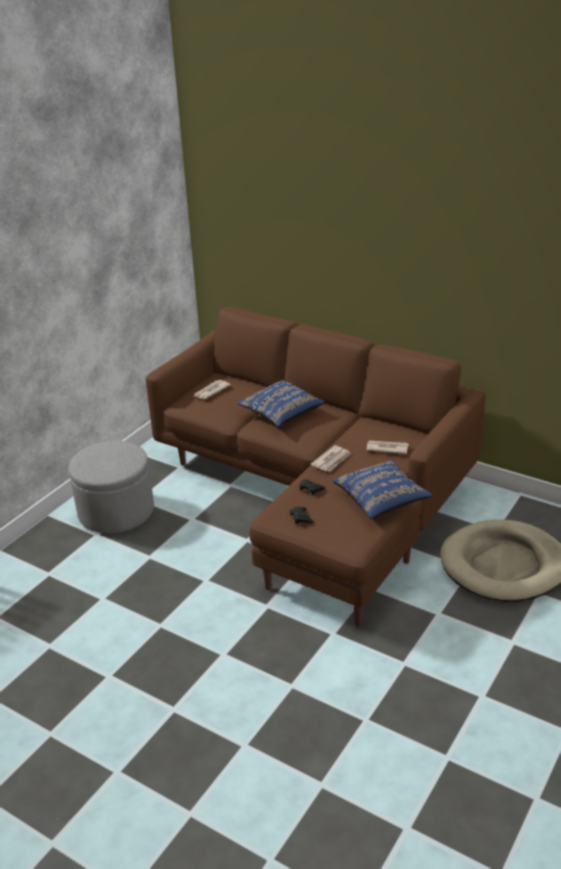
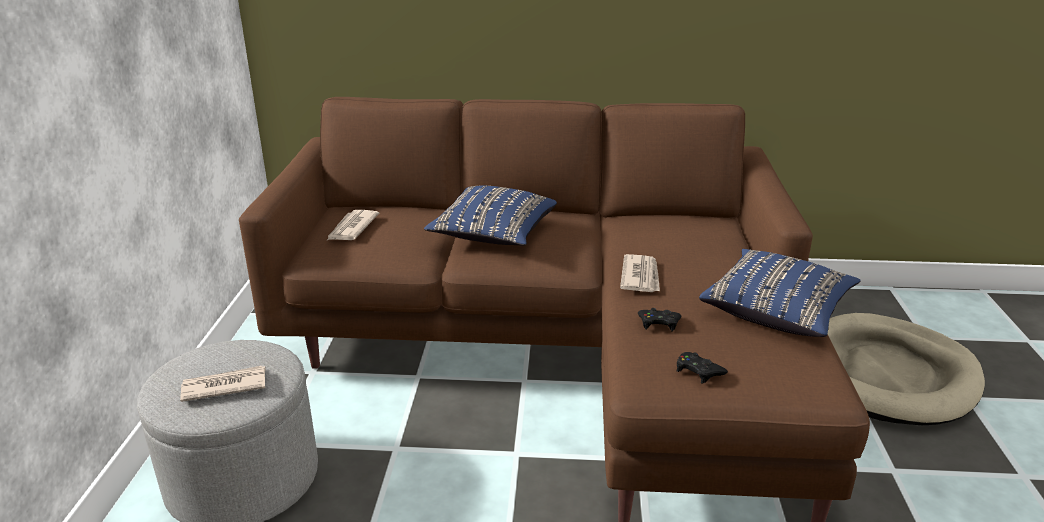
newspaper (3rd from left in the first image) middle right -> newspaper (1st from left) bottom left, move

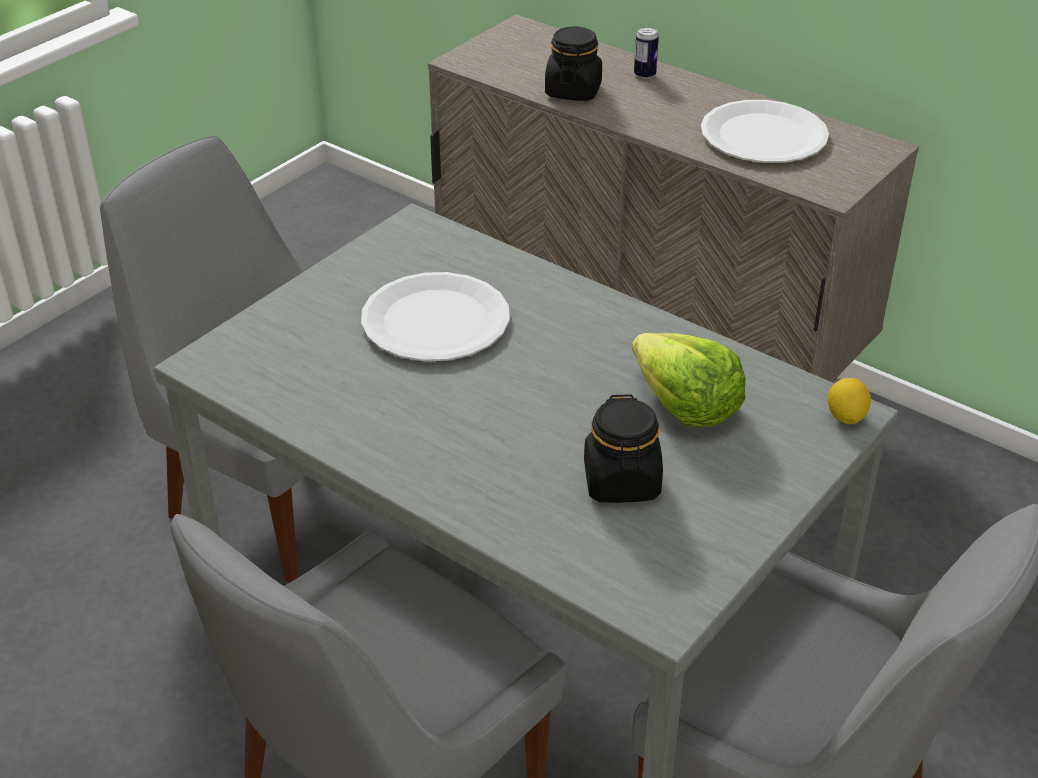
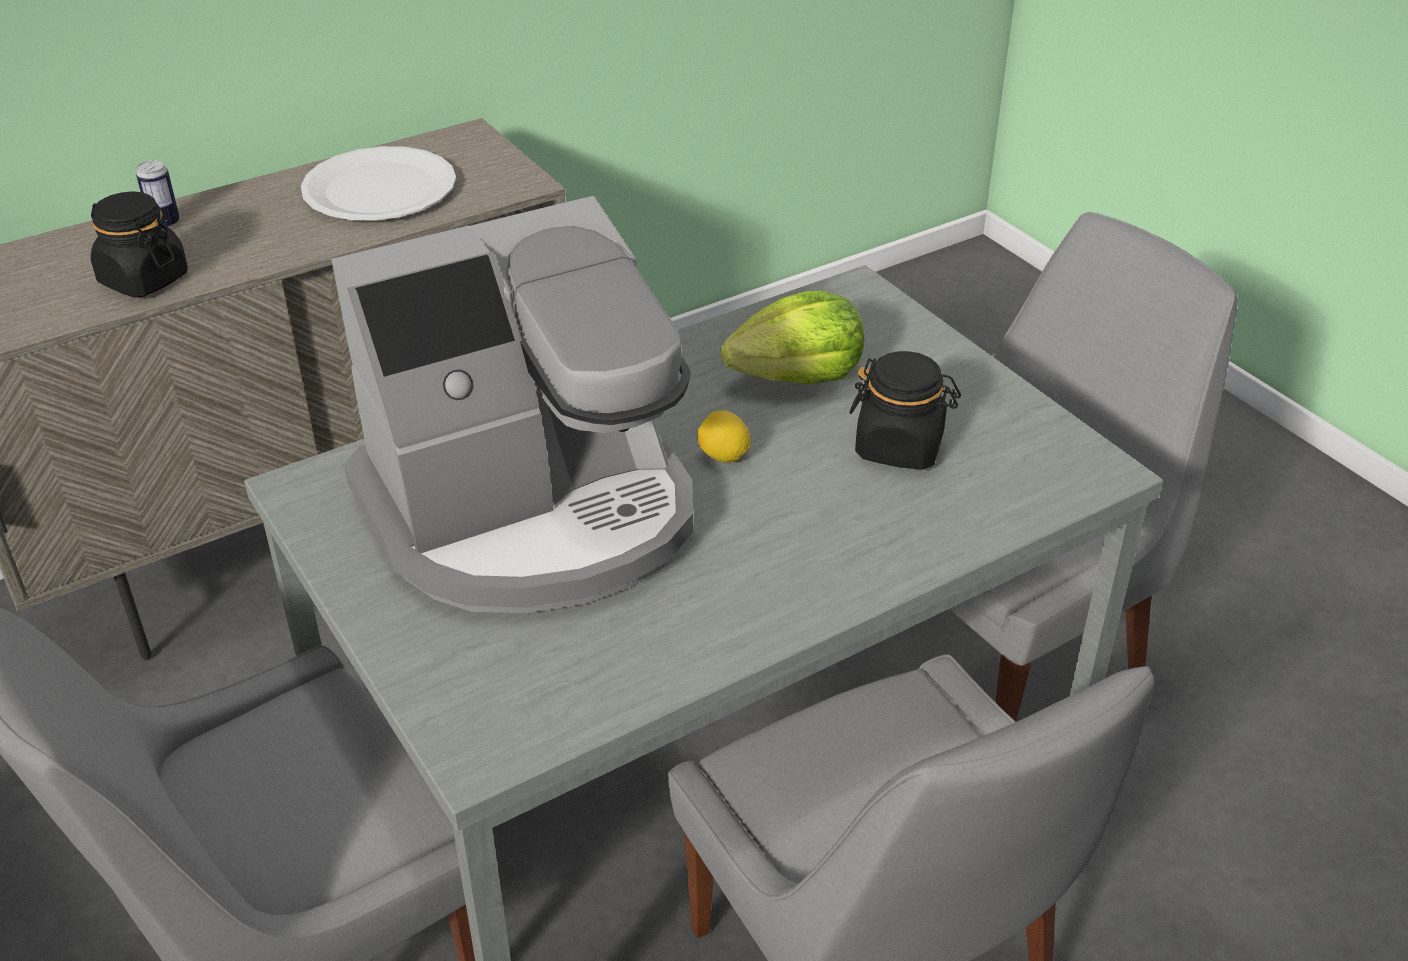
lemon middle right -> lemon centre, move
white plate (1st from left) centre -> coffee machine centre

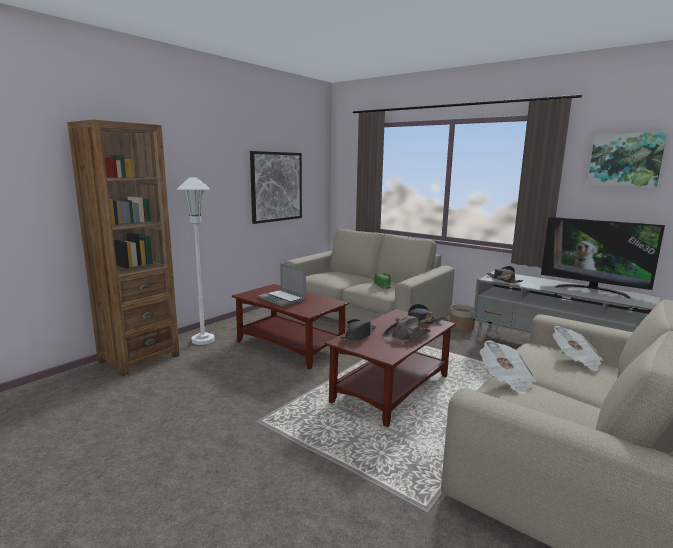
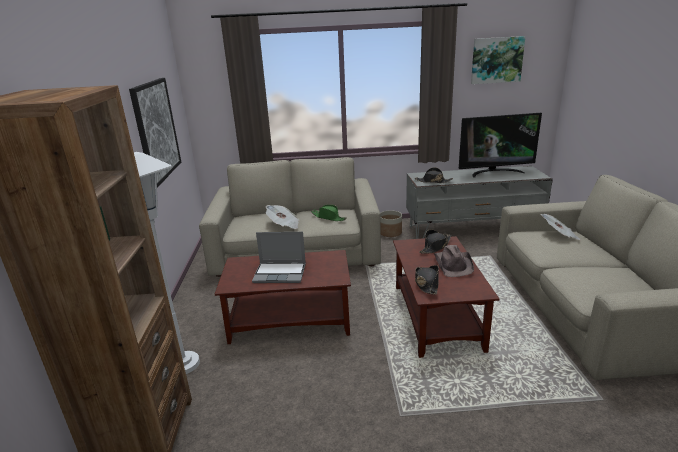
newspaper (1st from left) bottom right -> newspaper (1st from left) centre, move

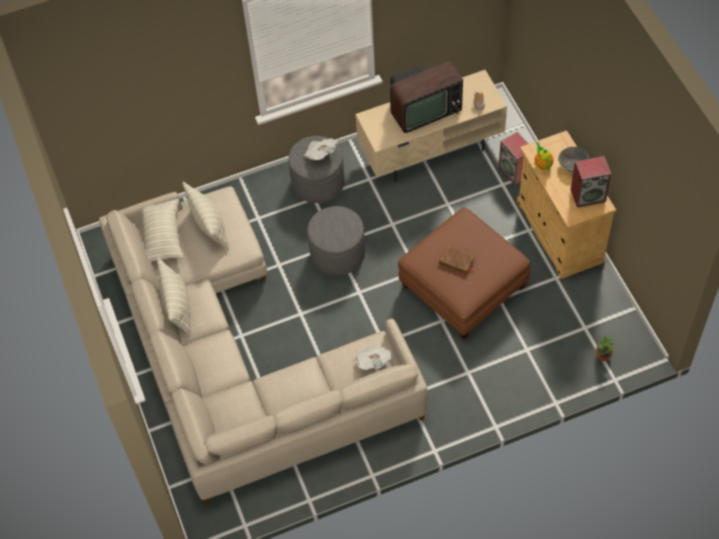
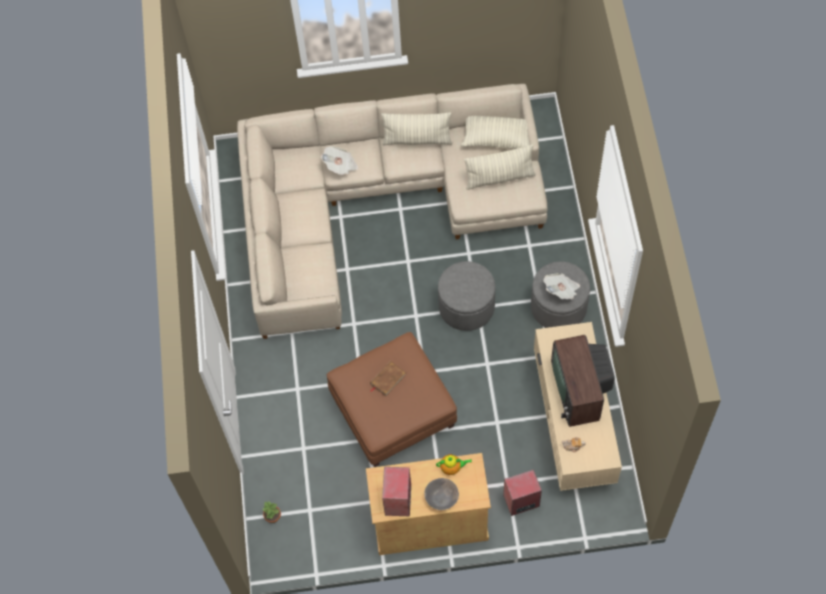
newspaper (2nd from left in the first image) centre -> newspaper (1st from left) top centre, move

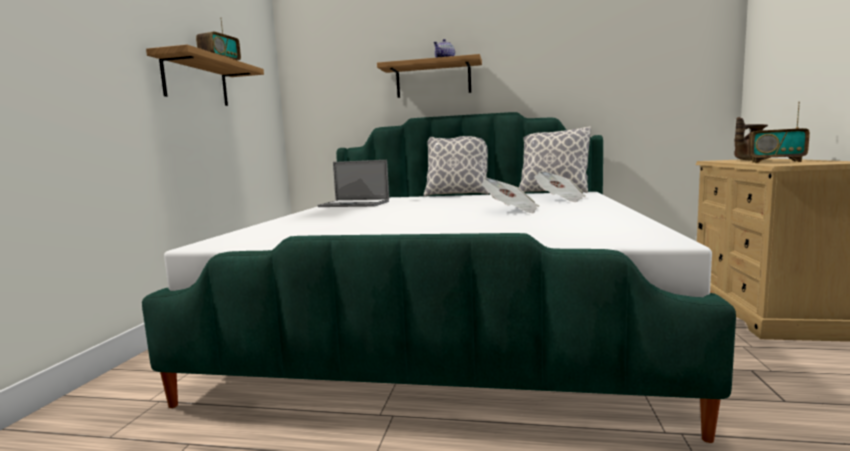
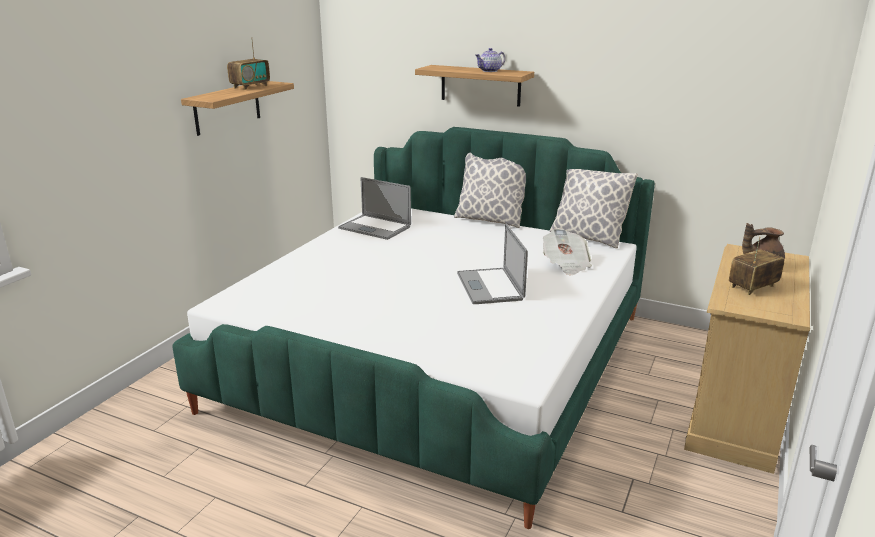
newspaper (1st from left) centre -> laptop (2nd from left) centre
radio (2nd from left) top right -> radio (2nd from left) middle right, 105 degrees clockwise

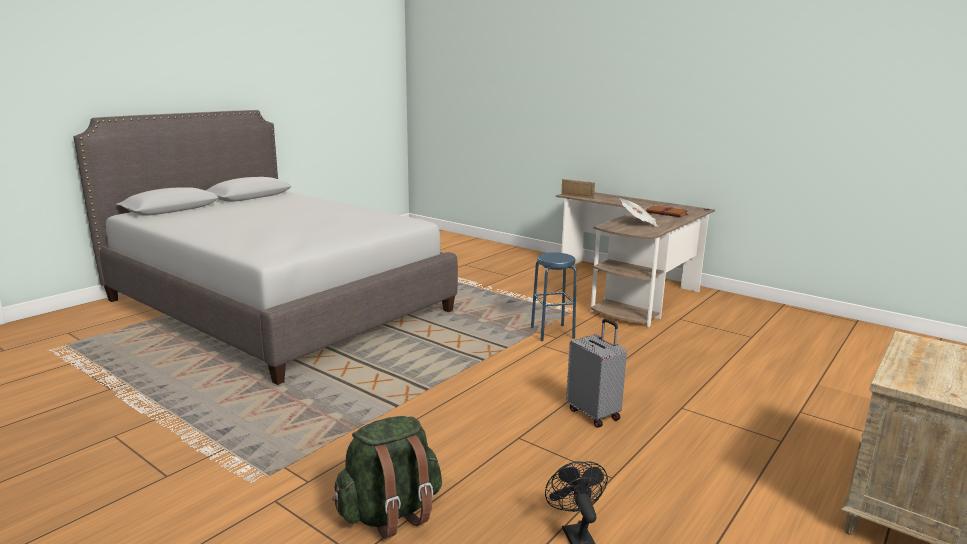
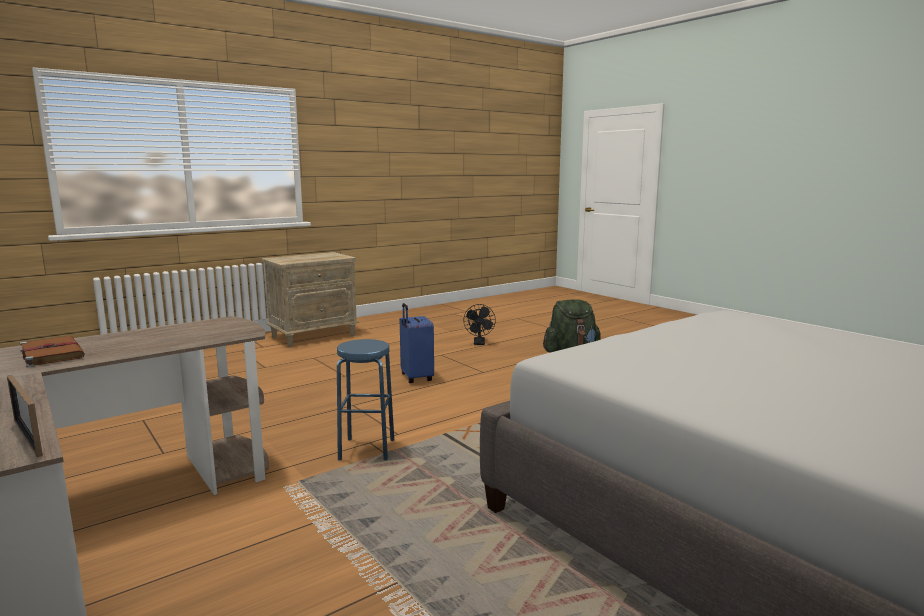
newspaper centre -> none
grey suitcase bottom centre -> blue suitcase centre

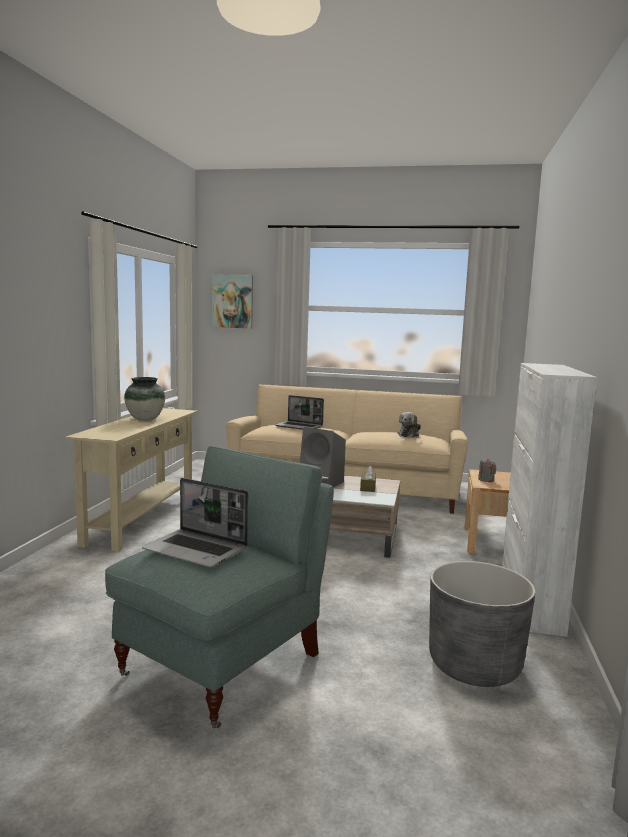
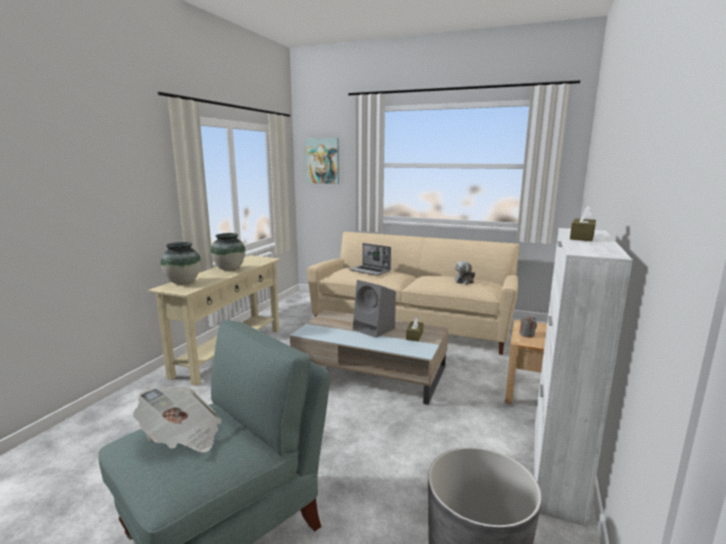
none -> vase (1st from left) middle left
none -> brown tissue box (2nd from left) middle right
laptop (1st from left) middle left -> newspaper bottom left

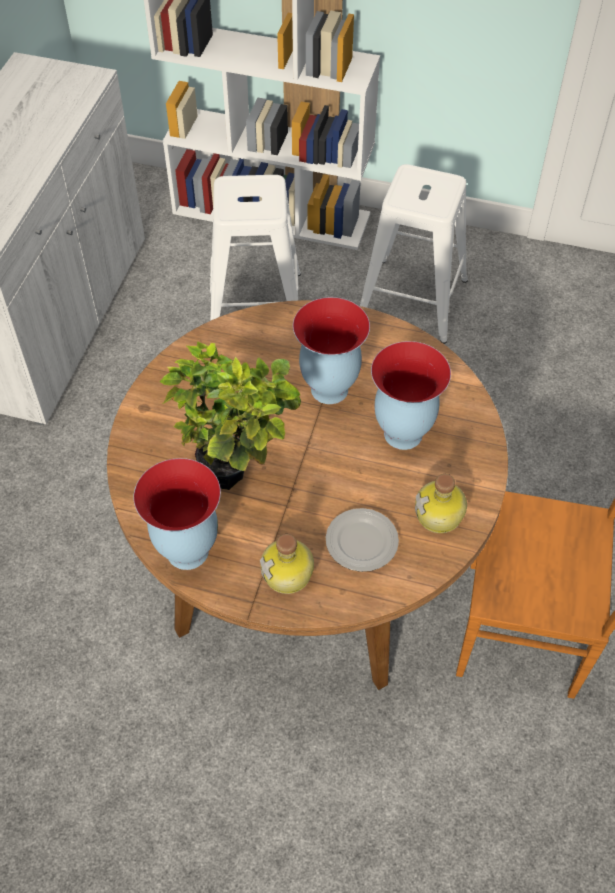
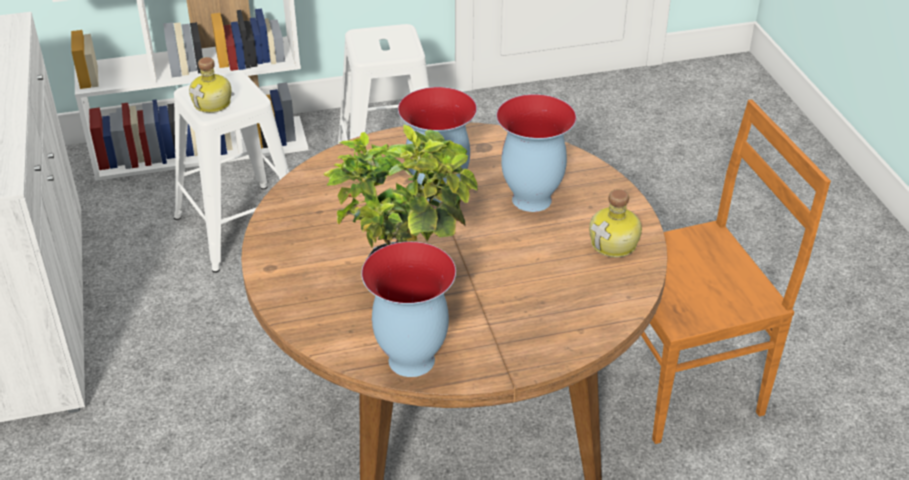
plate centre -> none
bottle (1st from left) centre -> bottle (1st from left) top left, move

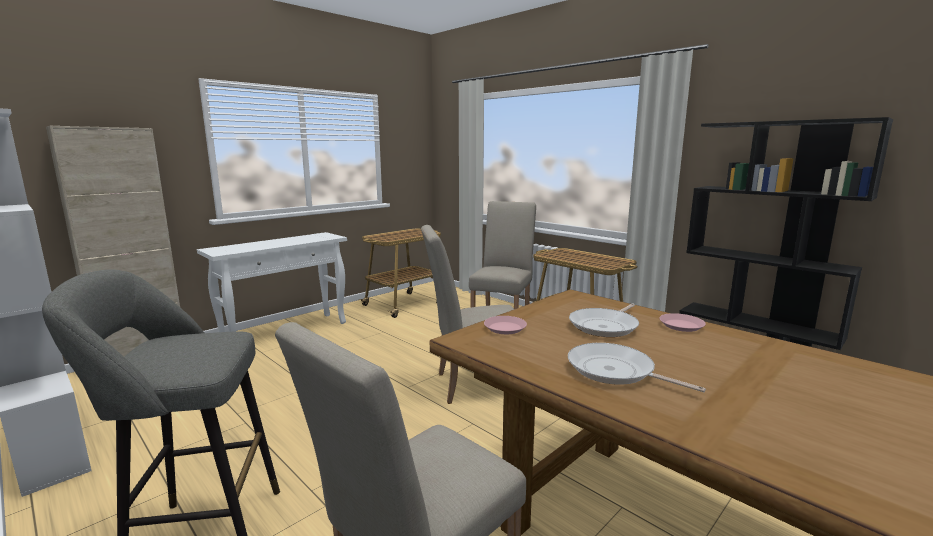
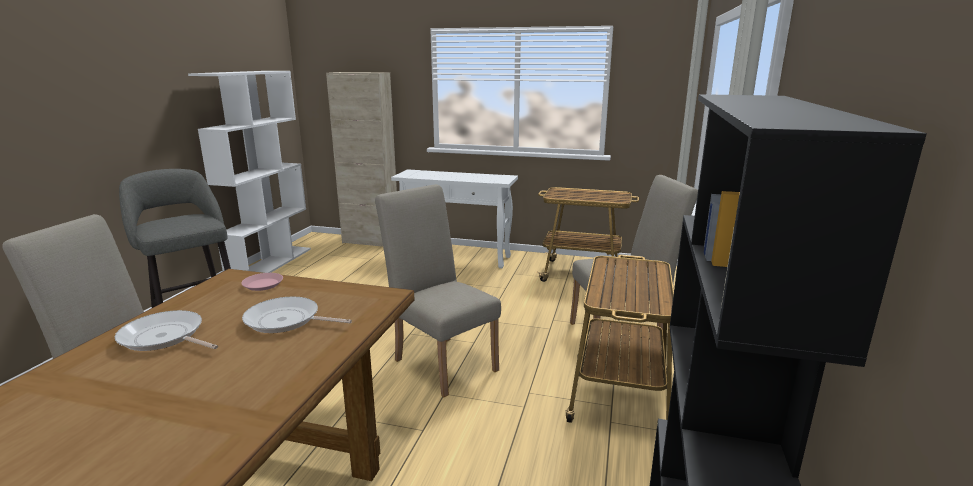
pink plate (2nd from left) middle right -> none
frying pan (2nd from left in the first image) bottom right -> frying pan (1st from left) bottom left, 75 degrees counterclockwise

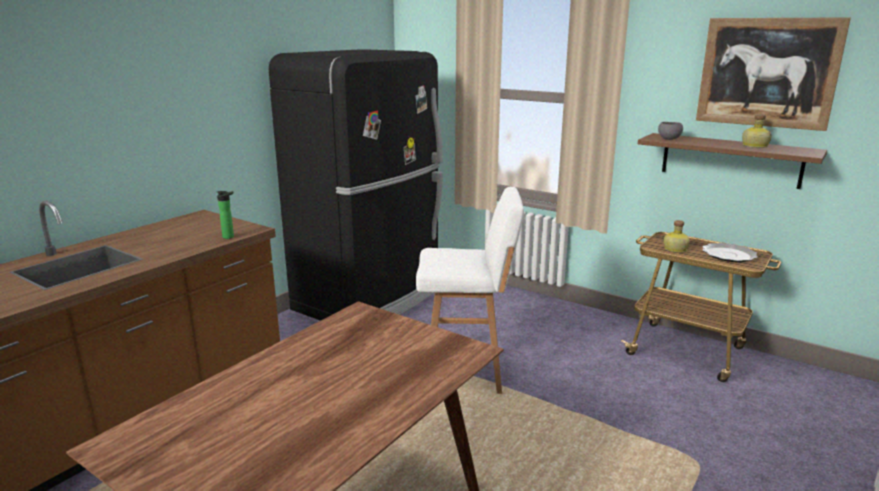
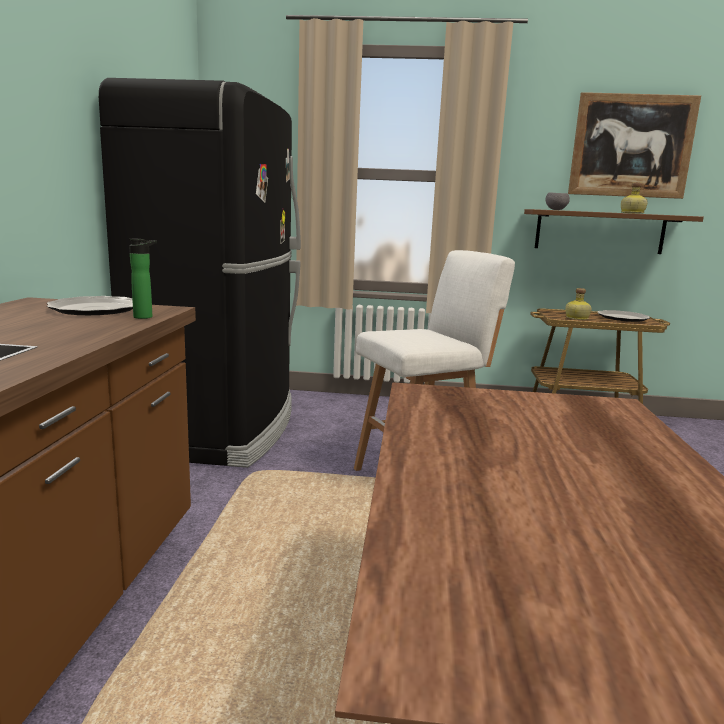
none -> plate (1st from left) middle left

